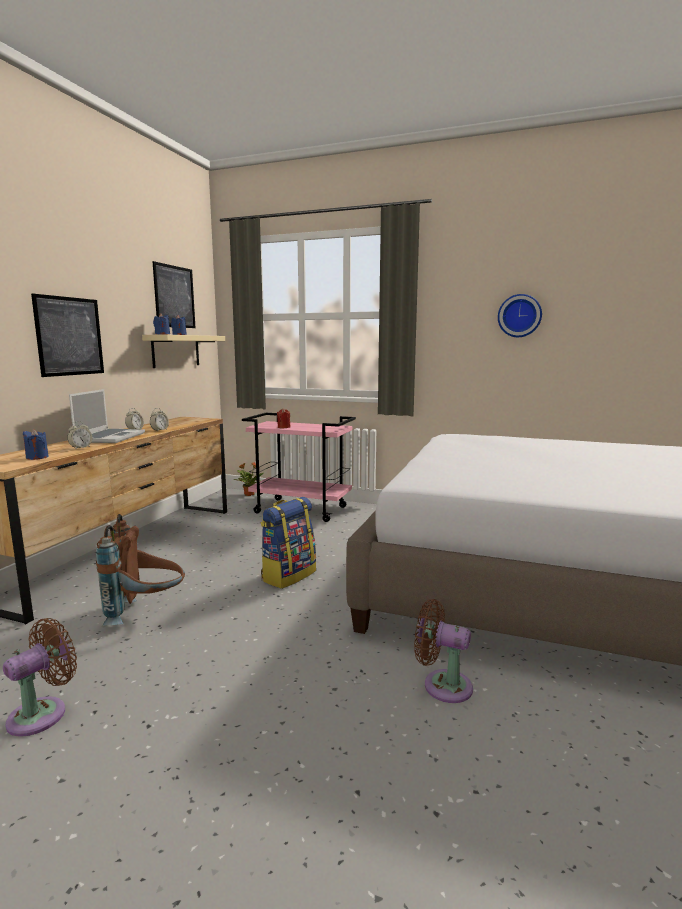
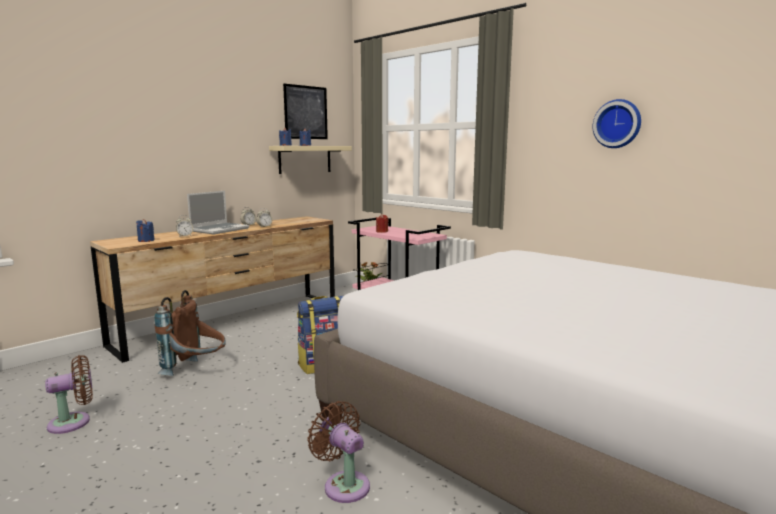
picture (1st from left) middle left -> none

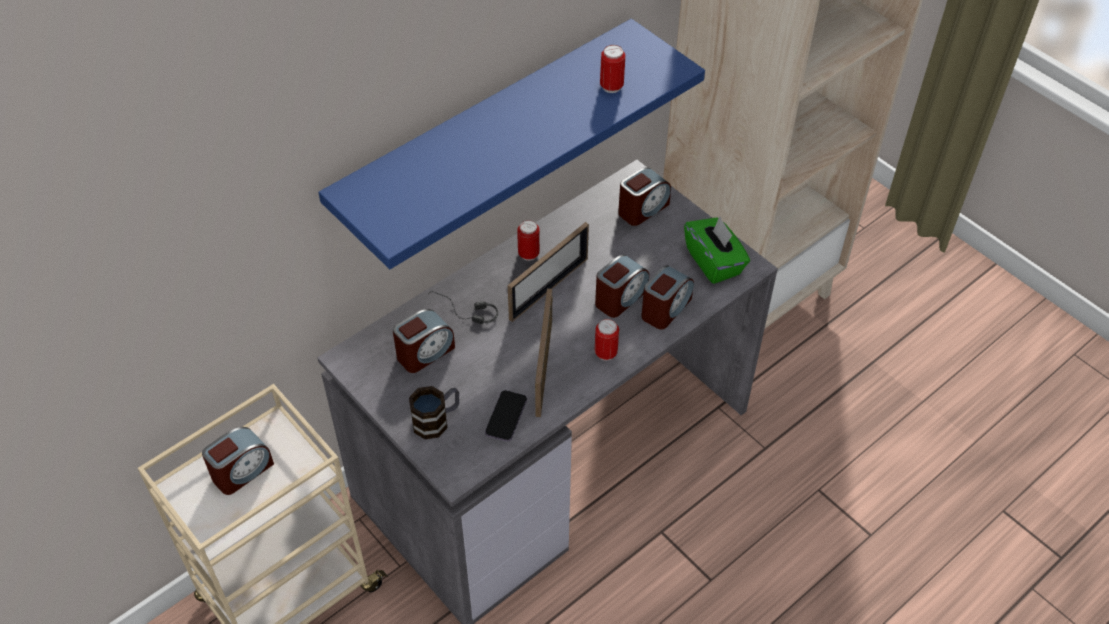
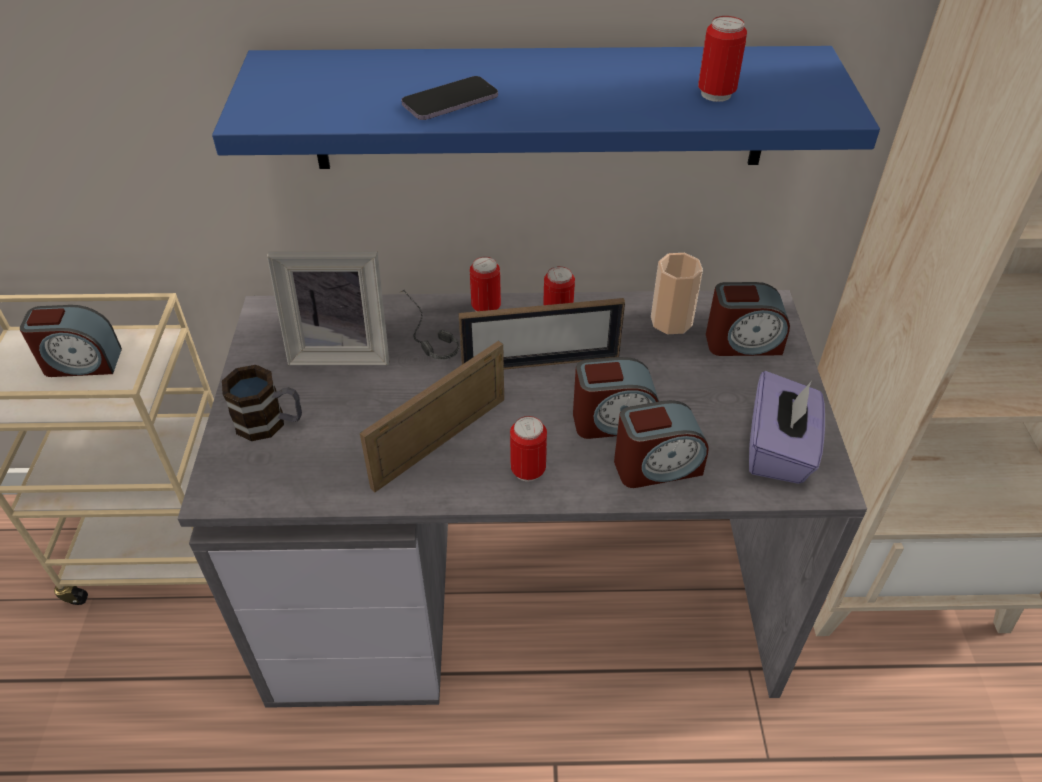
none -> can (1st from left) centre
none -> cup centre
phone bottom centre -> phone top centre, move
alarm clock (2nd from left) centre -> picture frame (1st from left) middle left
green tissue box centre -> purple tissue box middle right

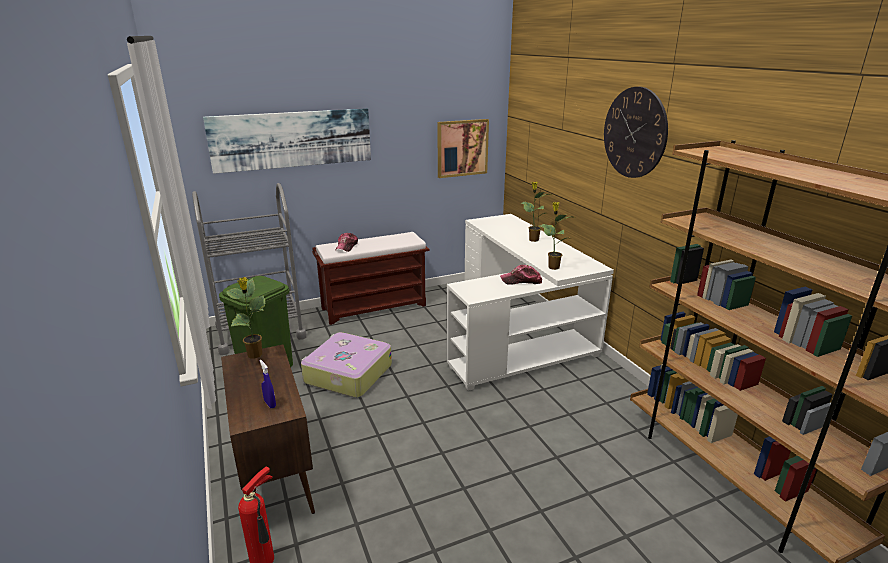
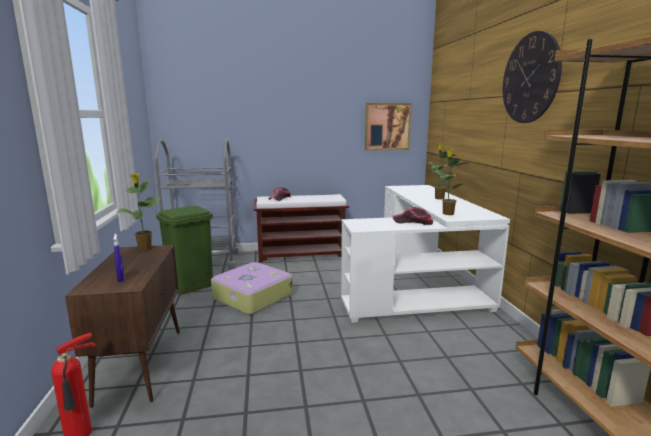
picture (1st from left) top left -> none

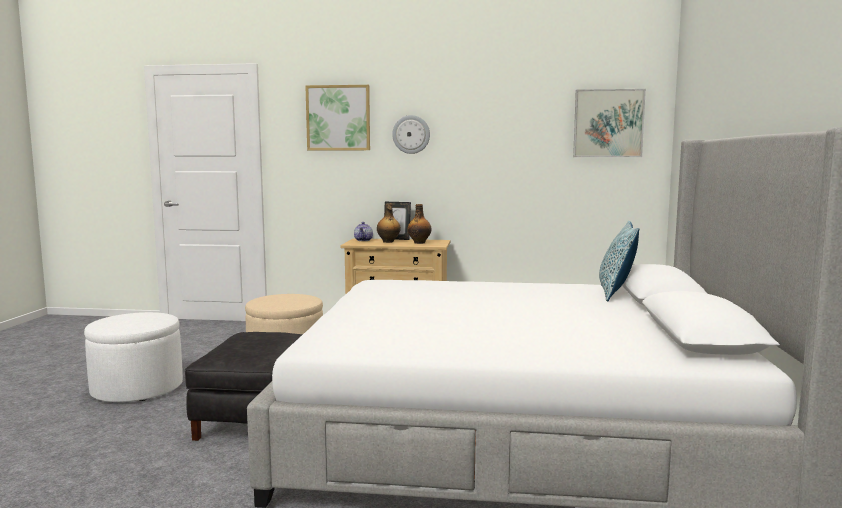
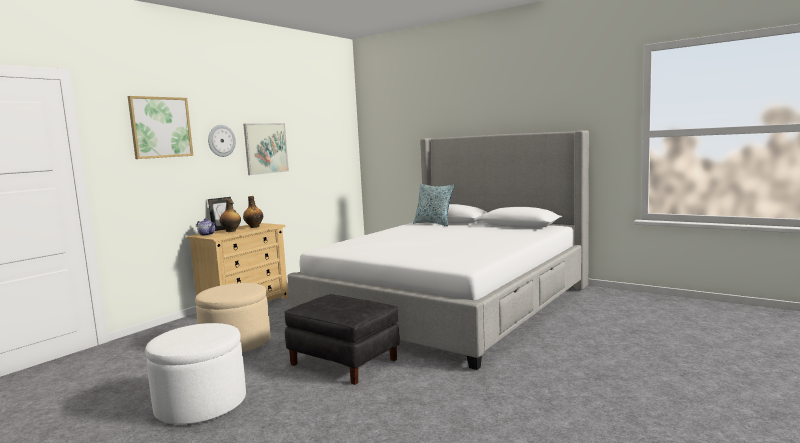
picture (2nd from left) top right -> picture (2nd from left) middle left, move

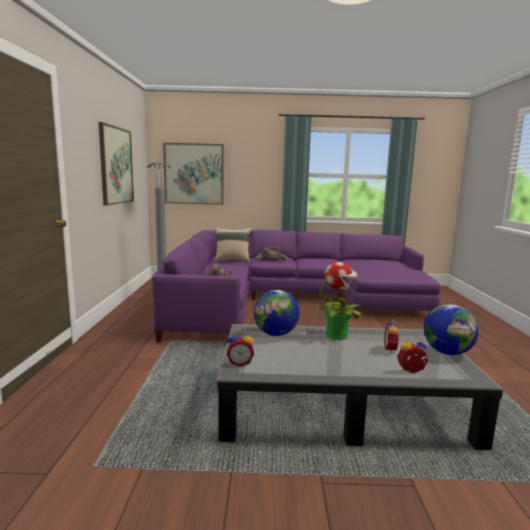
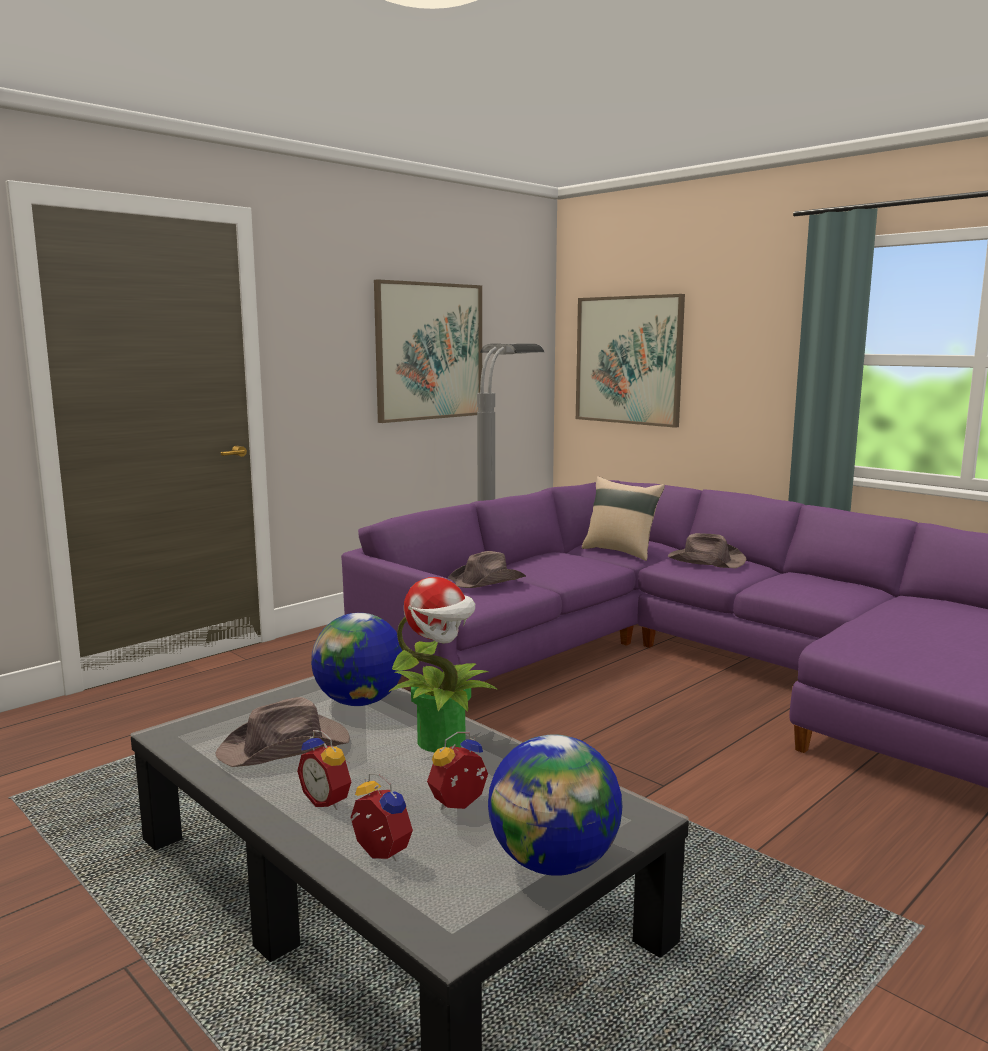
none -> brown hat (1st from left) bottom left
alarm clock (1st from left) centre -> alarm clock (1st from left) bottom left, move

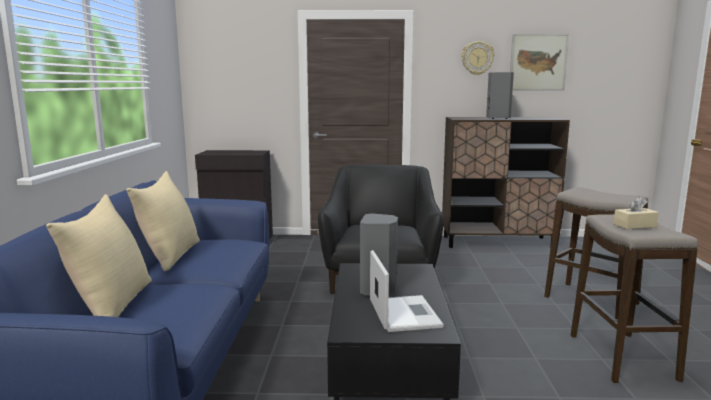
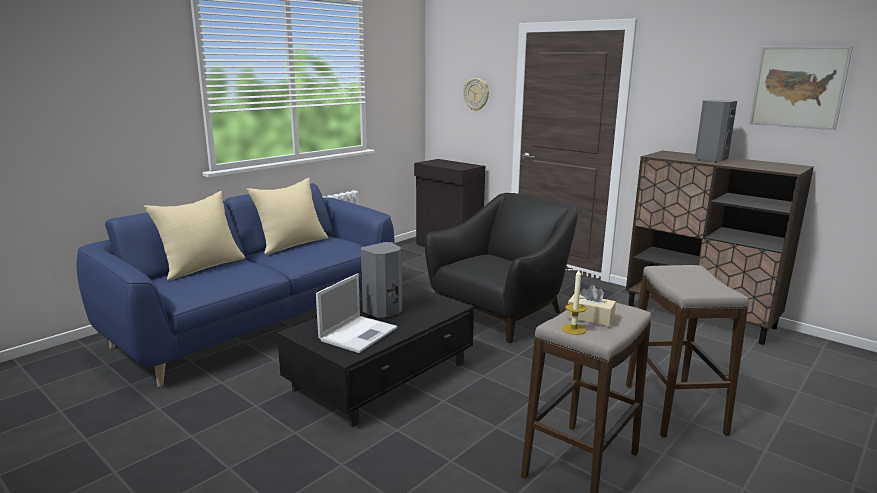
none -> candle centre
wall clock top right -> wall clock top centre, move

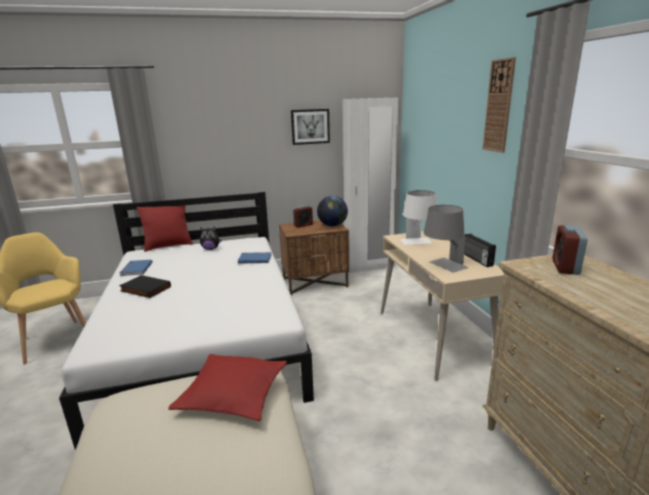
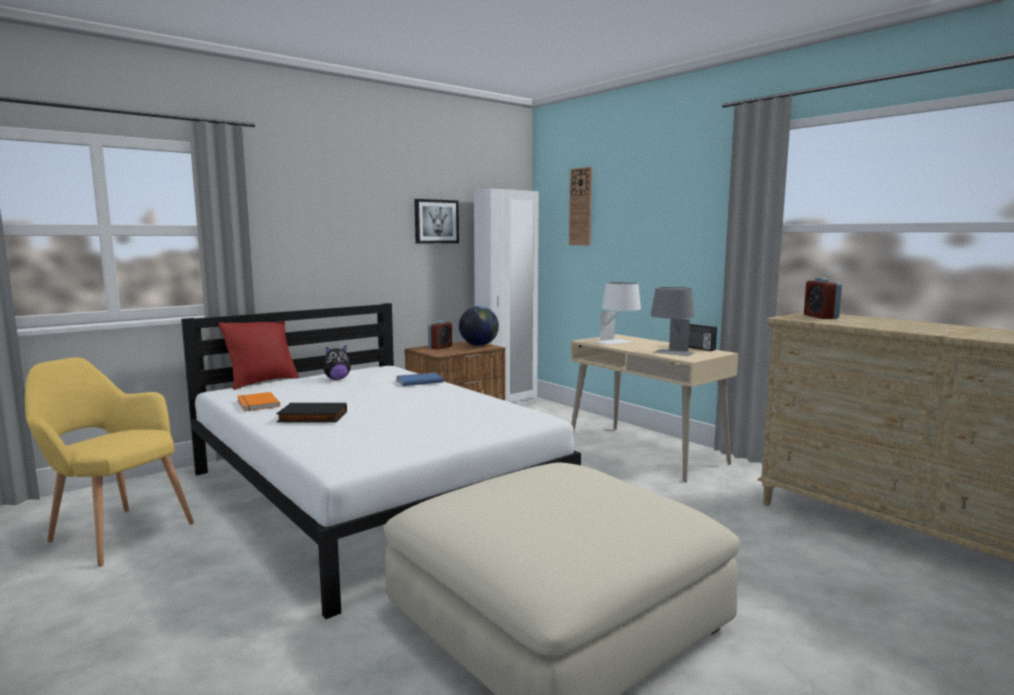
red pillow (2nd from left) bottom centre -> none
wall clock top right -> wall clock top centre, move
blue book (1st from left) middle left -> orange book middle left

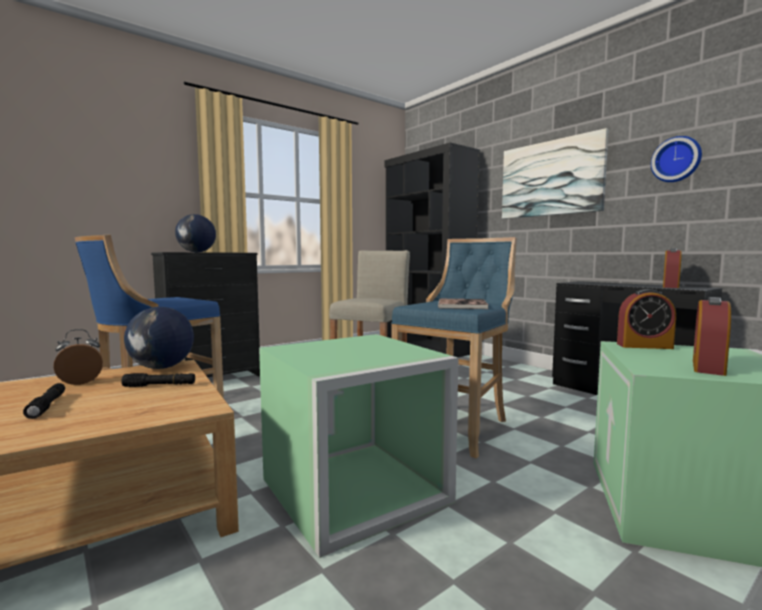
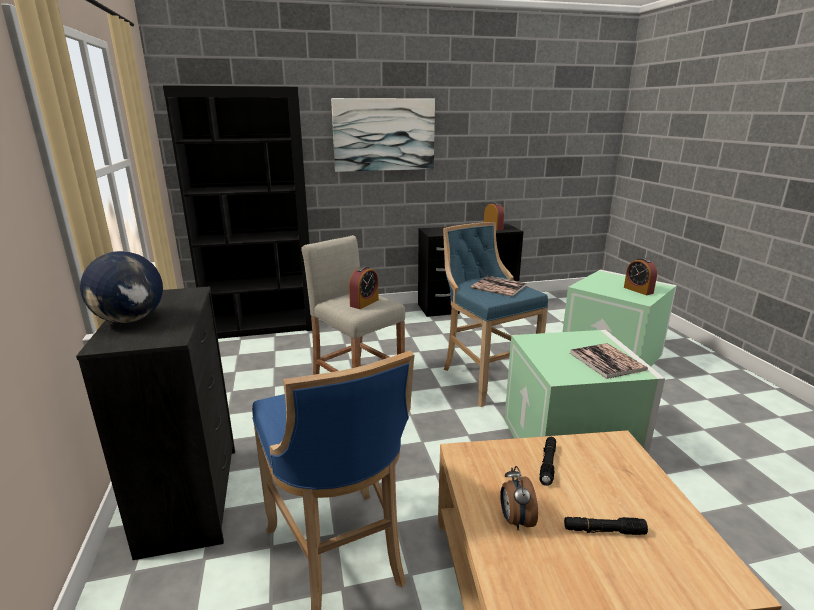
globe (1st from left) middle left -> none
wall clock top right -> none
none -> book (2nd from left) middle right
alarm clock (2nd from left in the first image) middle right -> alarm clock (1st from left) centre, move

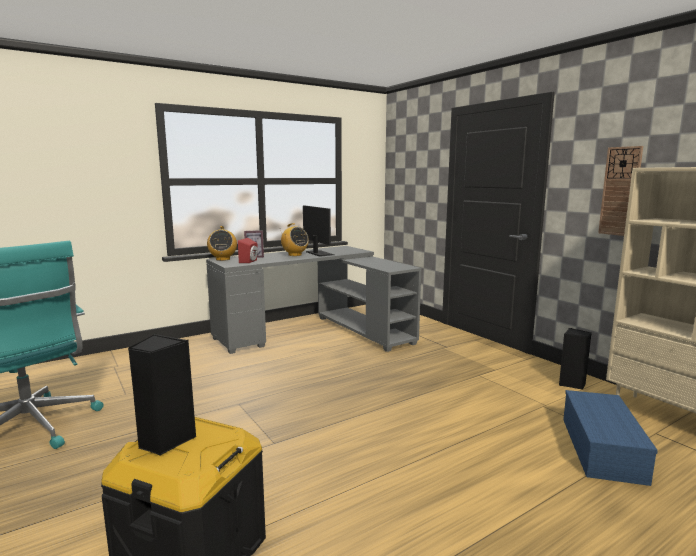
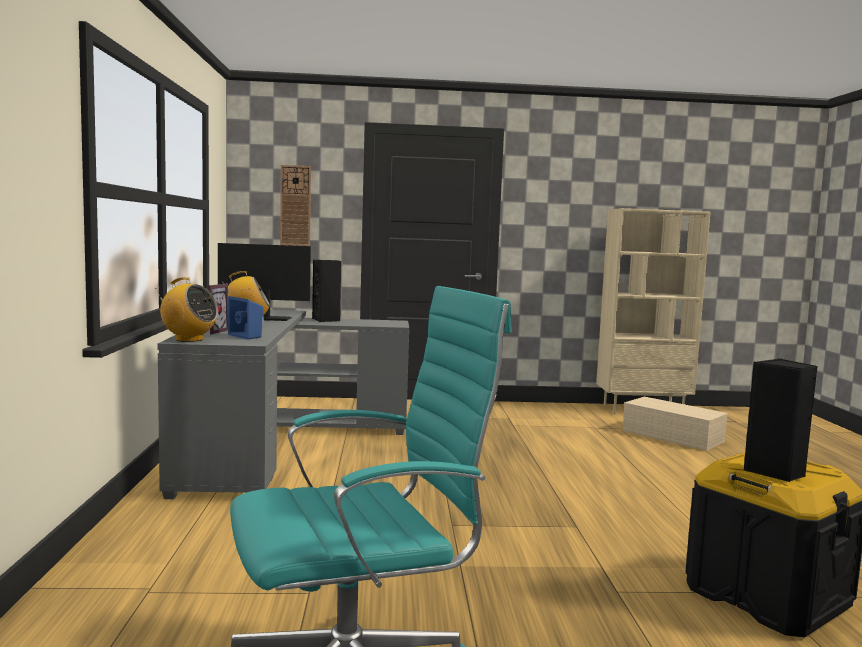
black speaker (2nd from left in the first image) middle right -> black speaker (1st from left) centre, move
wall clock middle right -> wall clock top centre, move
red speaker centre -> blue speaker middle left
blue storage box bottom right -> beige storage box middle right

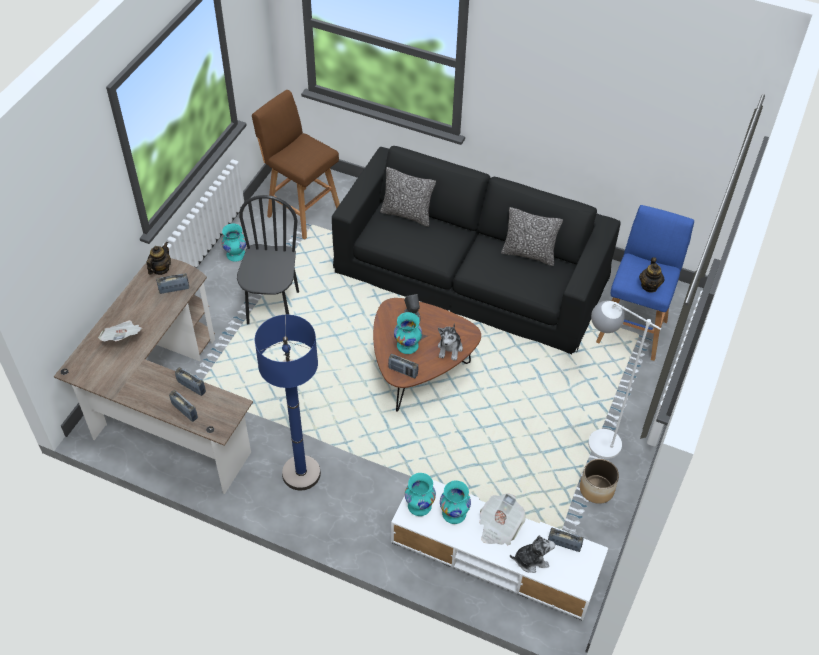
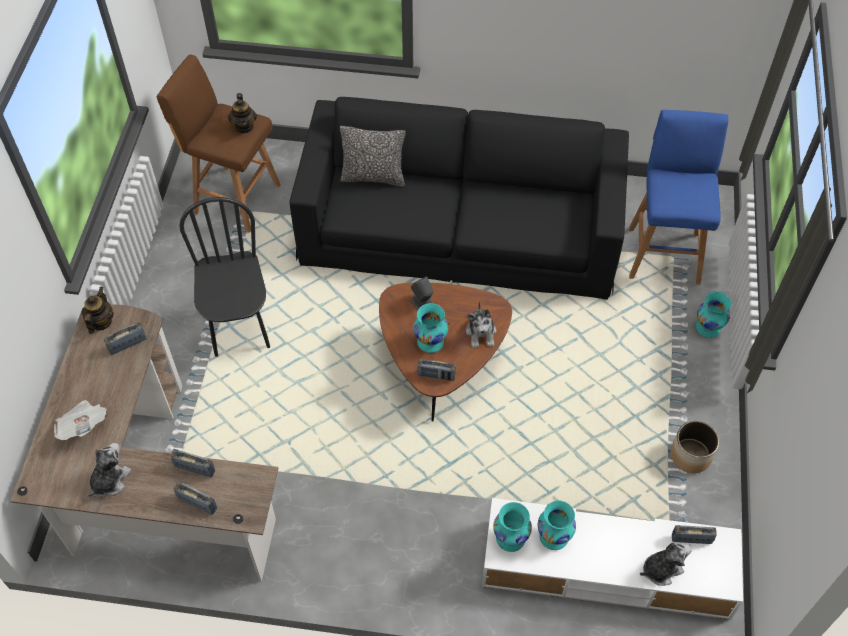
blue floor lamp centre -> none
newspaper (2nd from left) bottom centre -> none
pillow (2nd from left) centre -> none
white floor lamp middle right -> none
none -> plush toy (1st from left) bottom left
turquoise vase (1st from left in the first image) middle left -> turquoise vase (4th from left) middle right, move
teapot (2nd from left) middle right -> teapot (2nd from left) top left, move

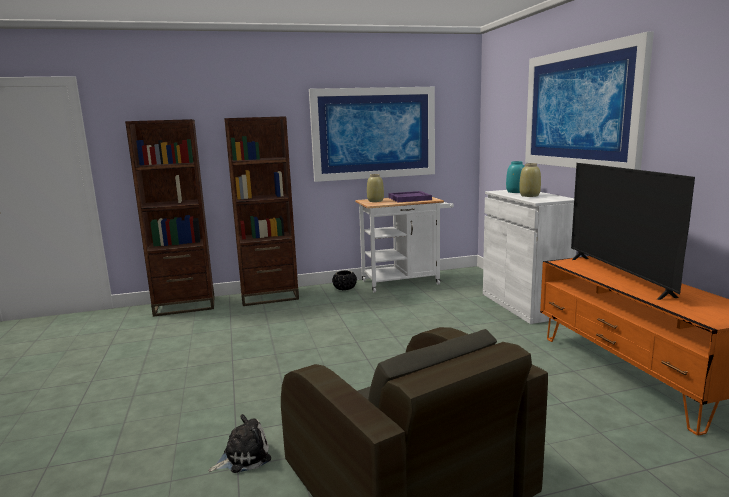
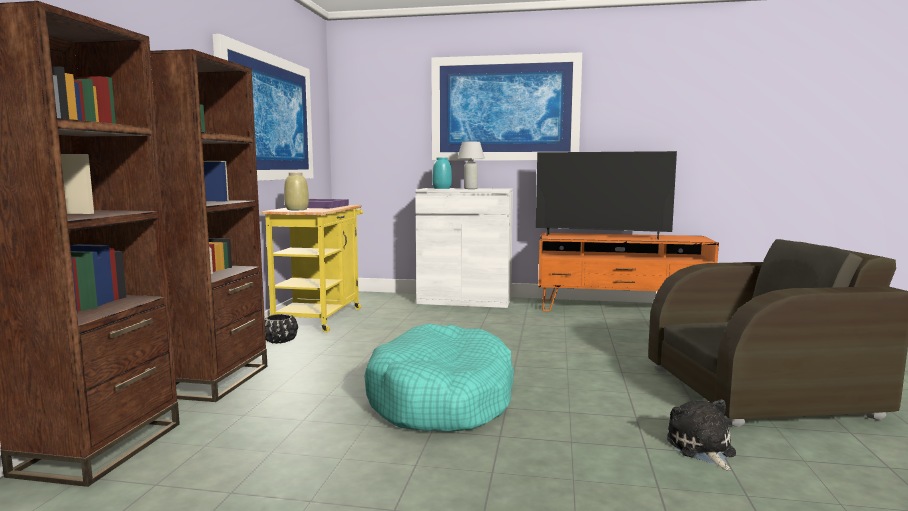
none -> turquoise dog bed bottom centre
beige vase (2nd from left) middle right -> white table lamp top centre
white cart centre -> yellow cart centre

